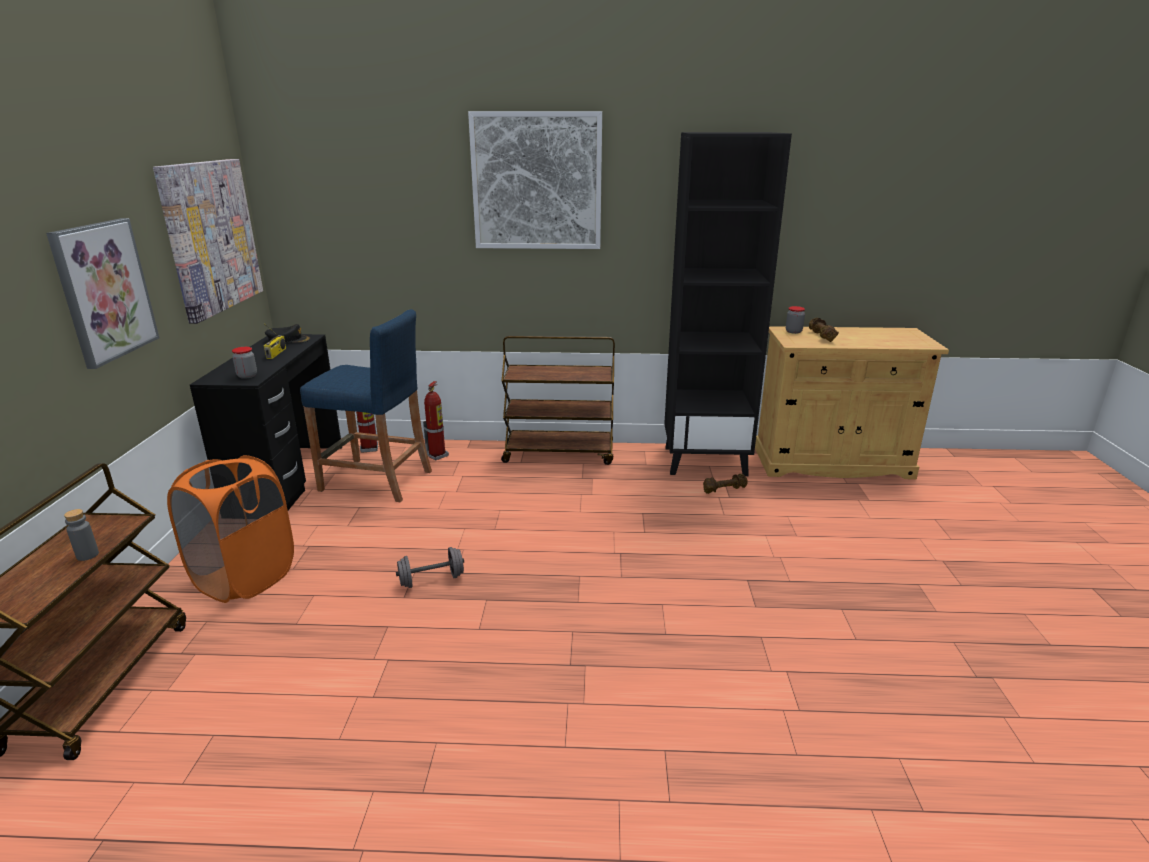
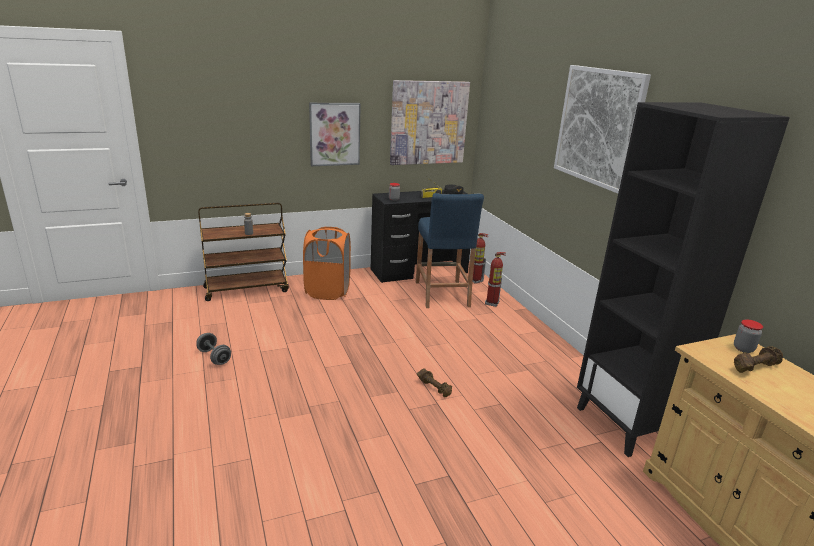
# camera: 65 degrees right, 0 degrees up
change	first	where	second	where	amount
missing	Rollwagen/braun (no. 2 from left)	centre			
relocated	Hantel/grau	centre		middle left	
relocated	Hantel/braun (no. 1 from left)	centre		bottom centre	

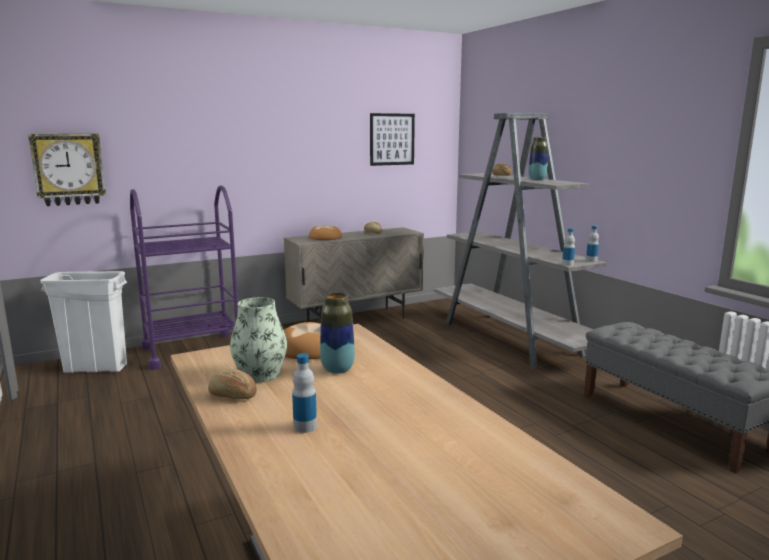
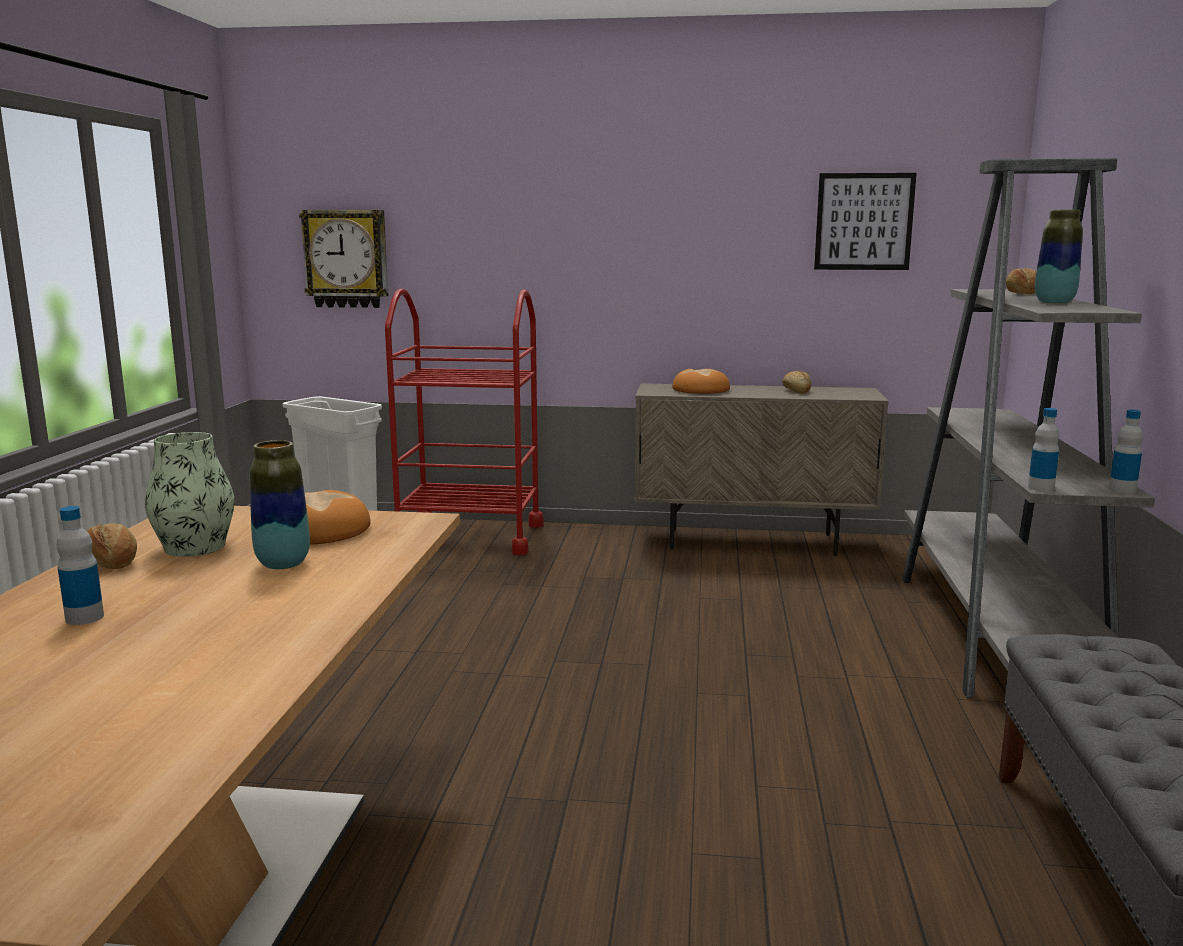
# camera: 35 degrees right, 0 degrees up
change	first	where	second	where	amount
colour	Rollwagen/lila	middle left	Rollwagen/rot	centre	

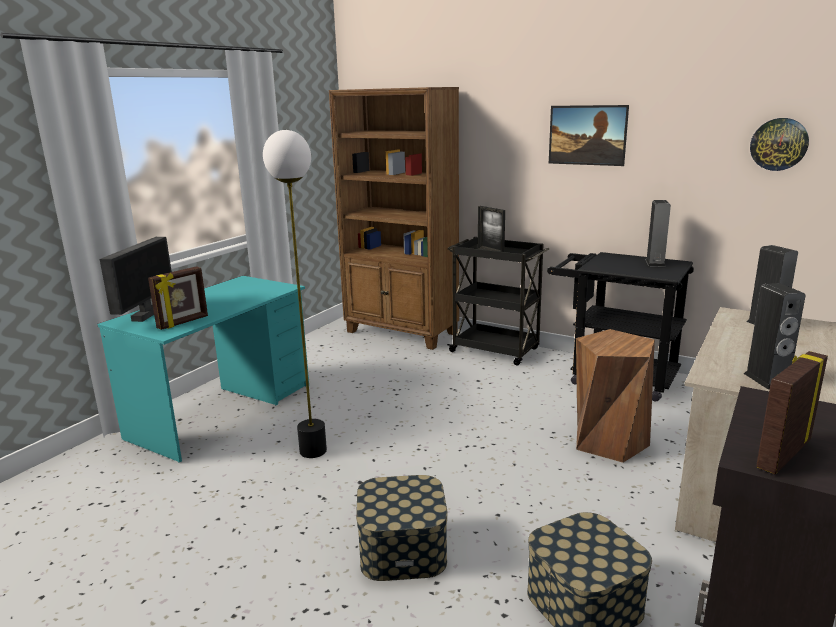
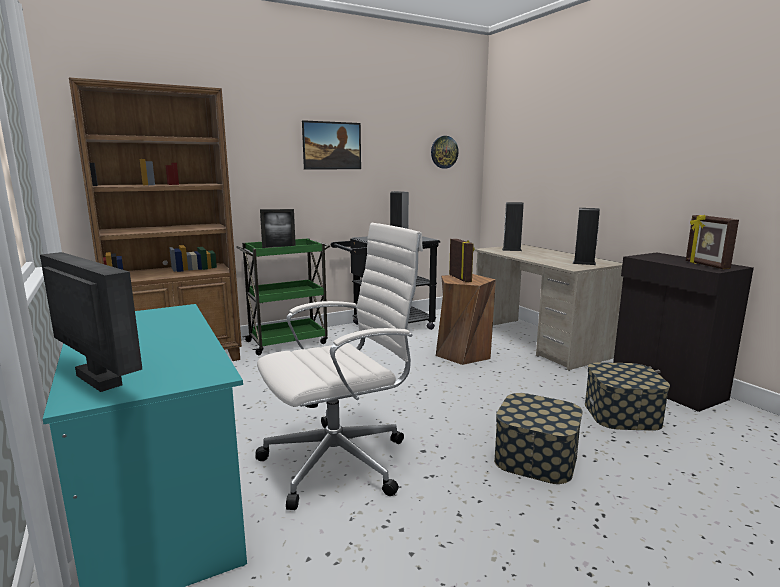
# camera: 60 degrees left, 5 degrees down
change	first	where	second	where	amount
relocated	Bilderrahmen (no. 1 from left in the first image)	middle left	Bilderrahmen (no. 2 from left)	centre	
exchanged	Stehlampe	centre	Bürostuhl/weiß	centre	
colour	Rollwagen/schwarz (no. 1 from left)	centre	Rollwagen/grün	centre	

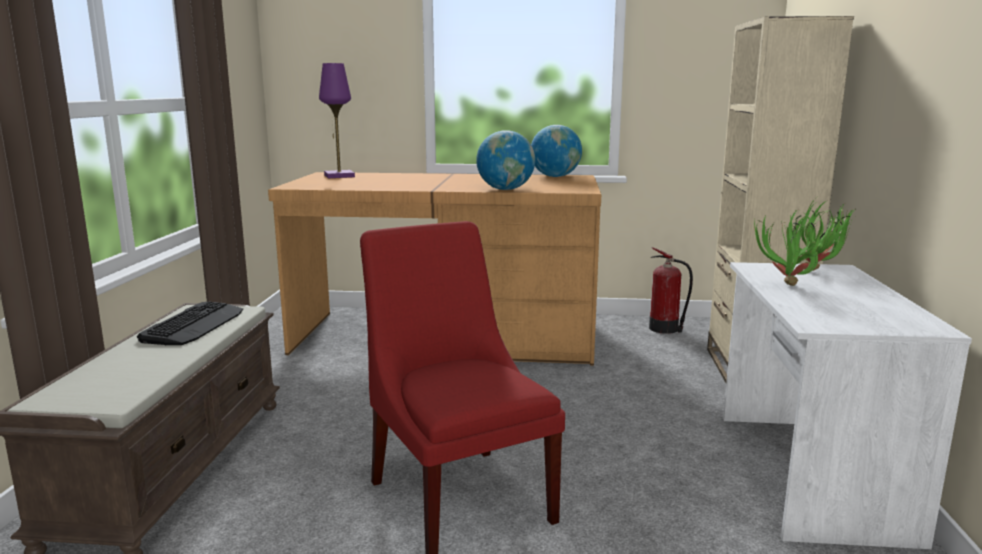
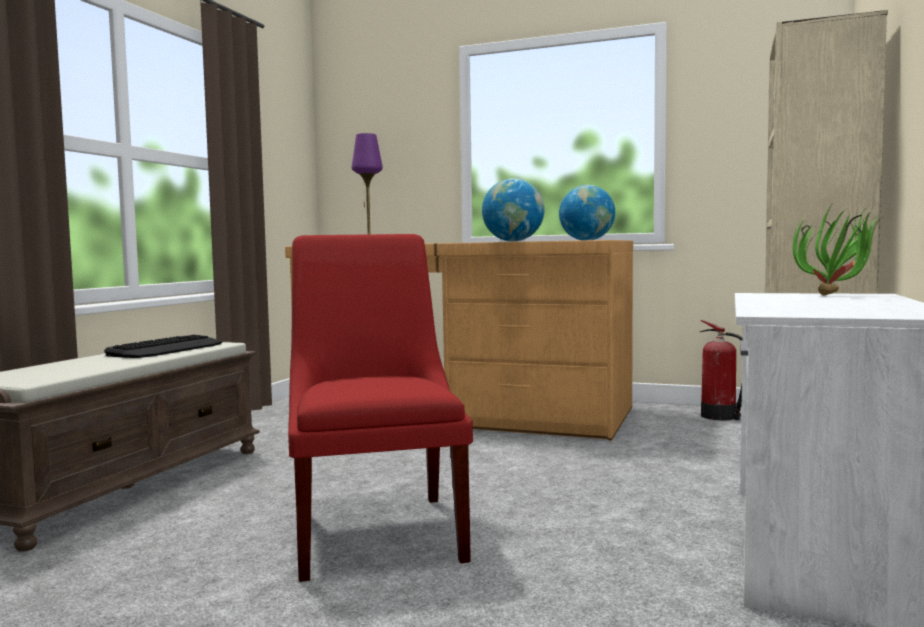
# camera: 15 degrees right, 10 degrees down
change	first	where	second	where	amount
missing	Topfpflanze (no. 1 from left)	middle right			

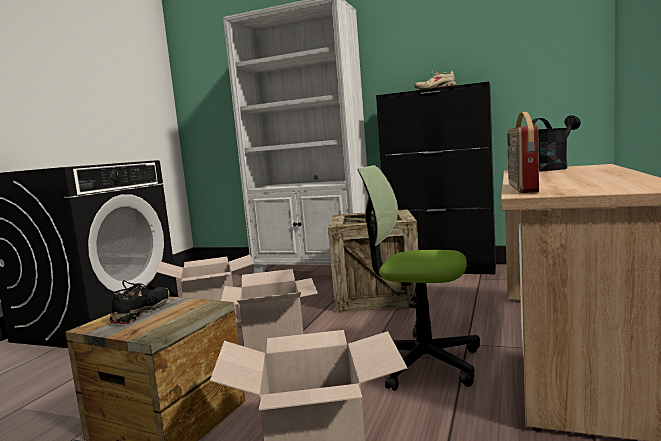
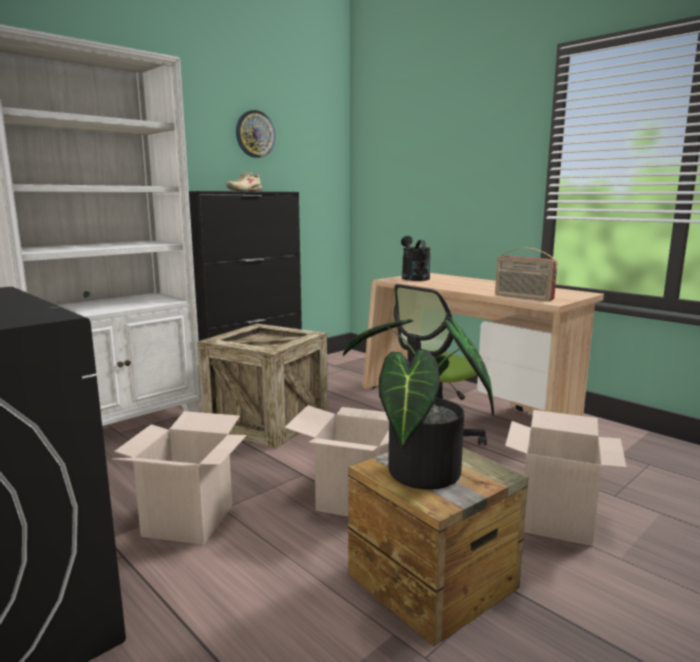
# camera: 65 degrees left, 5 degrees up
change	first	where	second	where	amount
appeared			Wanduhr	top centre	
exchanged	Schuh/schwarz	bottom left	Topfpflanze	centre	

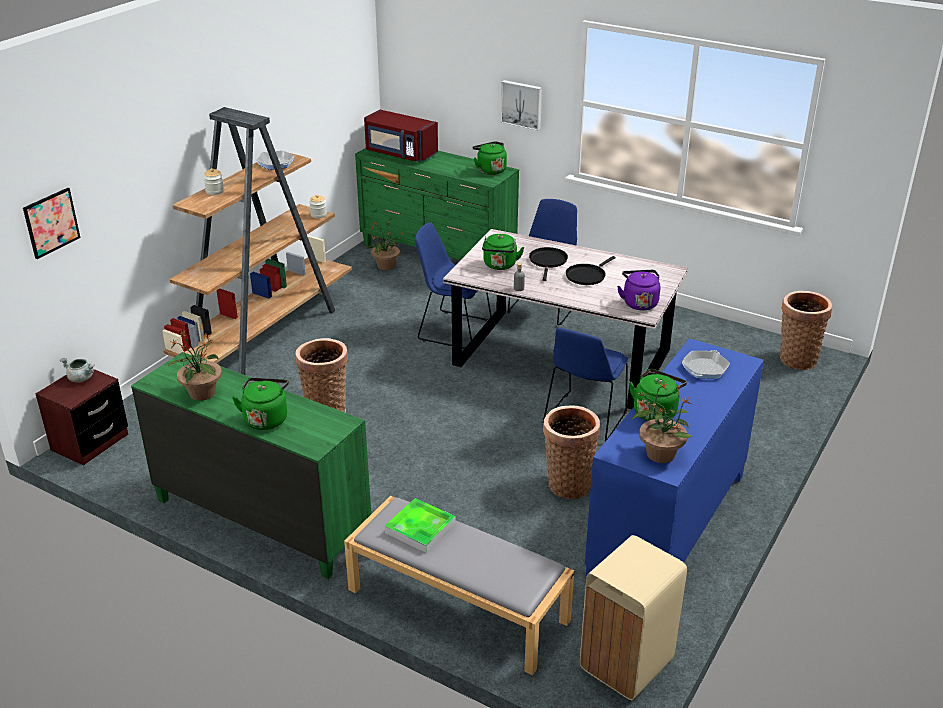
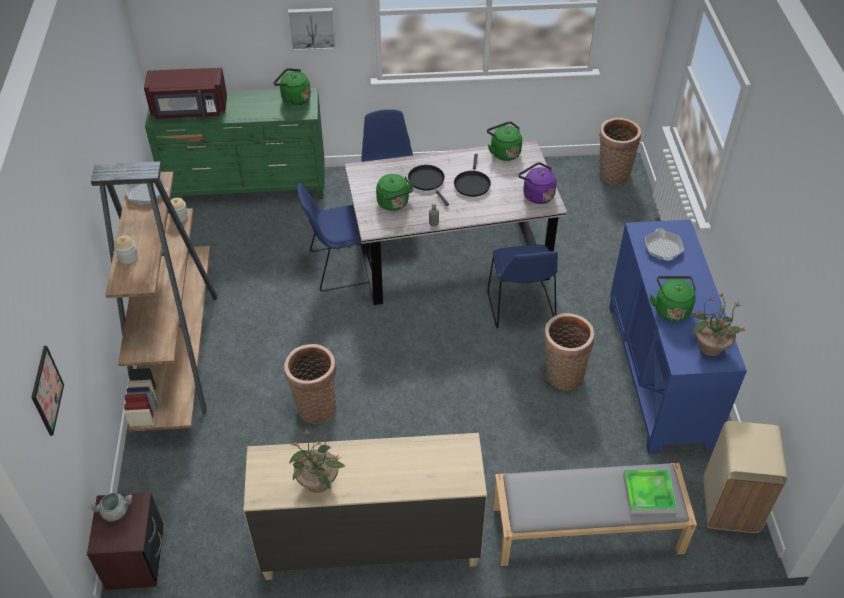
# camera: 35 degrees left, 15 degrees up
change	first	where	second	where	amount
missing	Topfpflanze (no. 2 from left)	centre			
relocated	Wasserkessel/grün (no. 1 from left in the first image)	middle left	Wasserkessel/grün (no. 3 from left)	top centre	
relocated	Tablett	bottom centre		bottom right	
colour	Kommode/grün (no. 1 from left)	middle left	Kommode/beige	bottom centre	

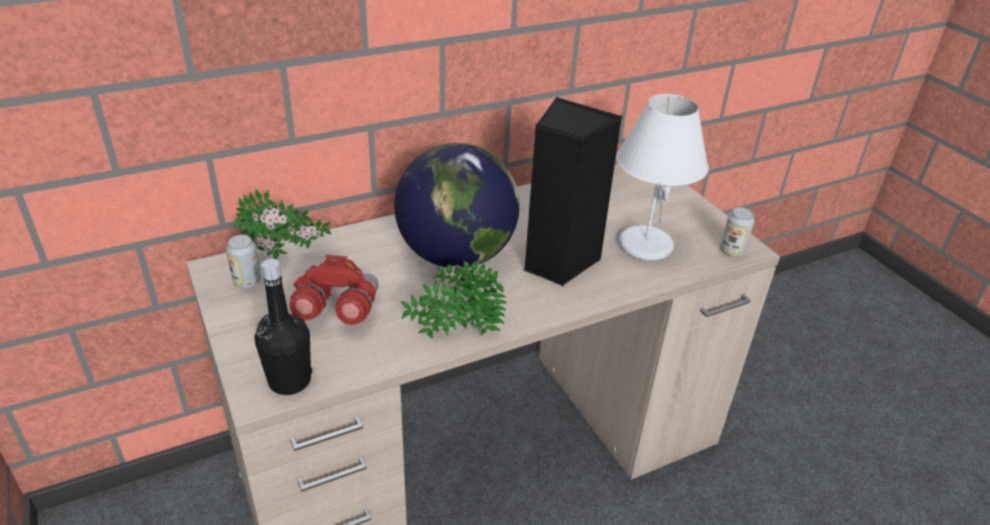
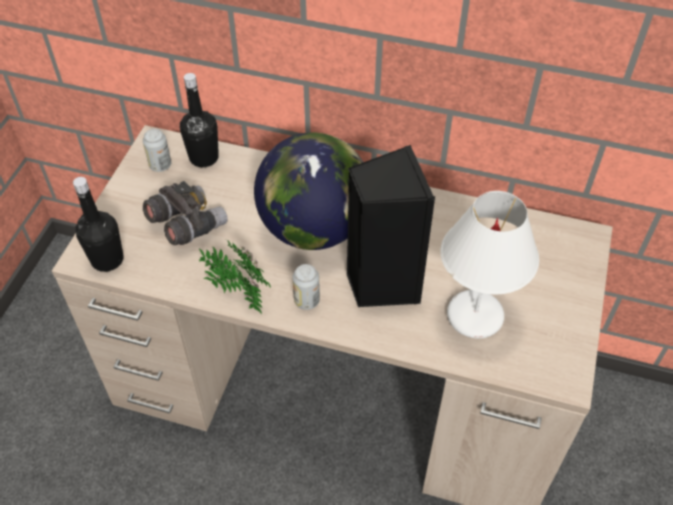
# camera: 45 degrees right, 15 degrees up
change	first	where	second	where	amount
relocated	Dose (no. 2 from left)	middle right		centre	
exchanged	Topfpflanze (no. 1 from left)	middle left	Flasche/schwarz (no. 2 from left)	top left	
colour	Fernglas/rot	centre	Fernglas/grau	middle left	

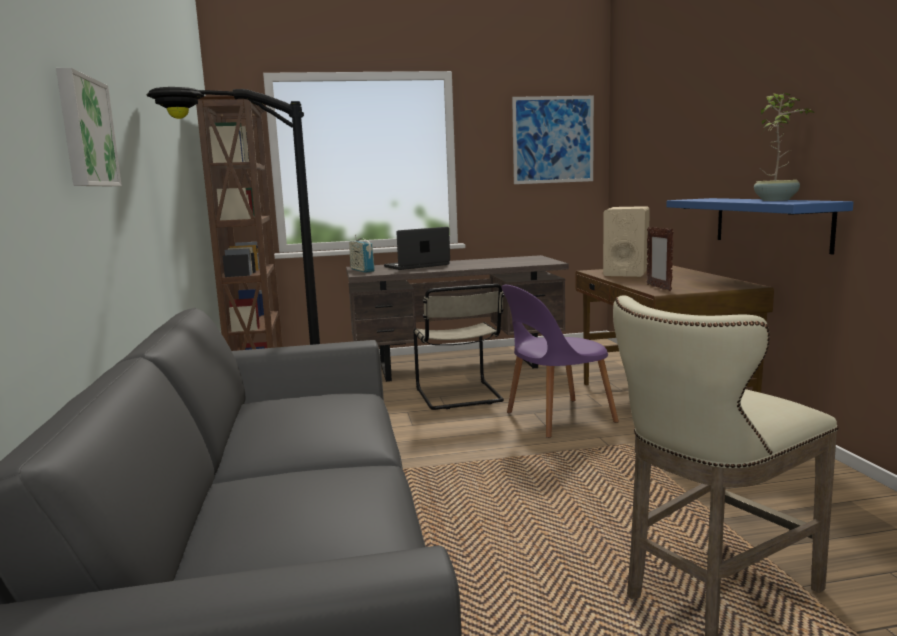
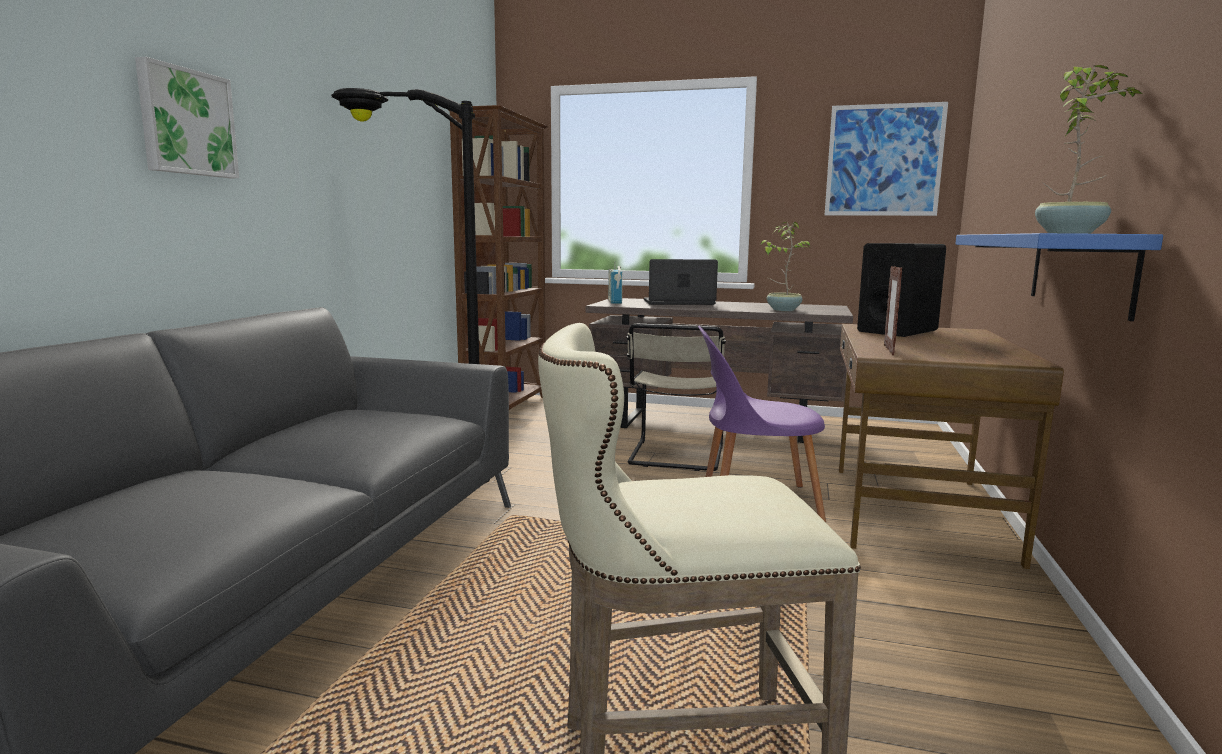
# camera: 25 degrees right, 0 degrees up
change	first	where	second	where	amount
appeared			Topfpflanze (no. 1 from left)	centre	
colour	Lautsprecher/beige	middle right	Lautsprecher/schwarz	middle right	

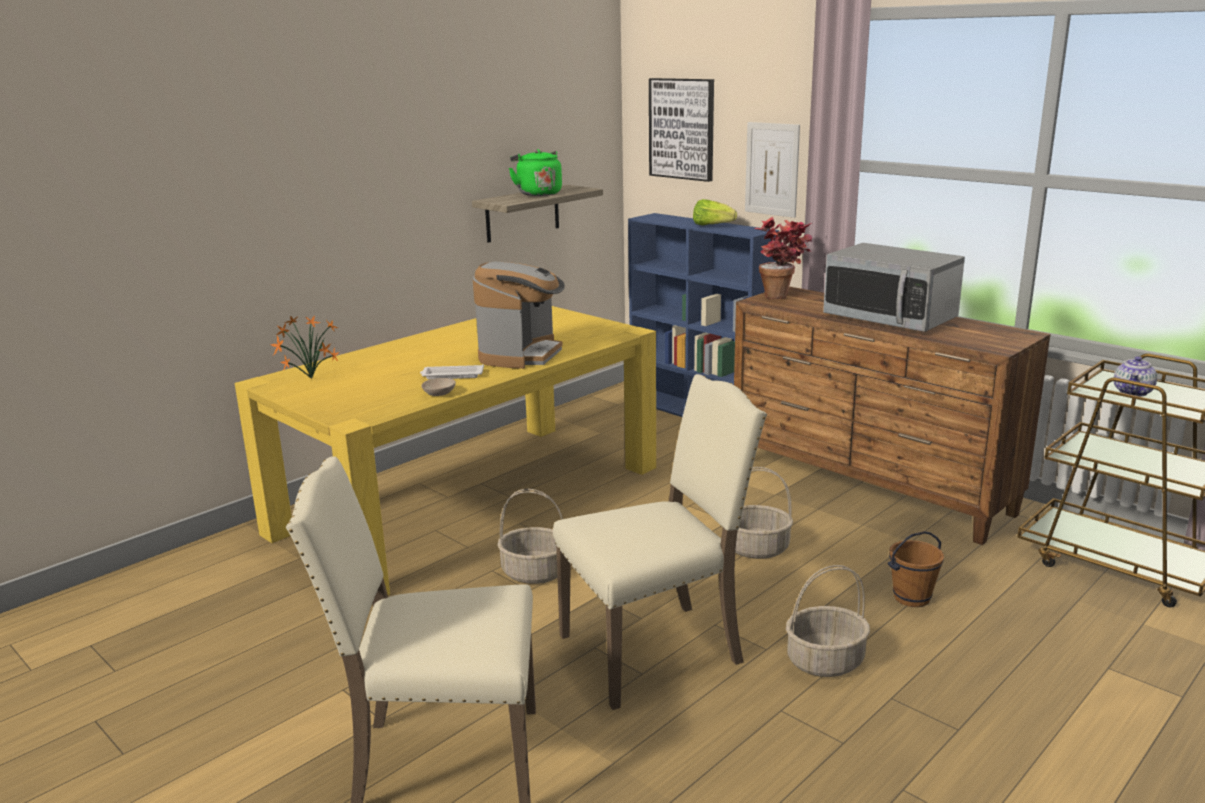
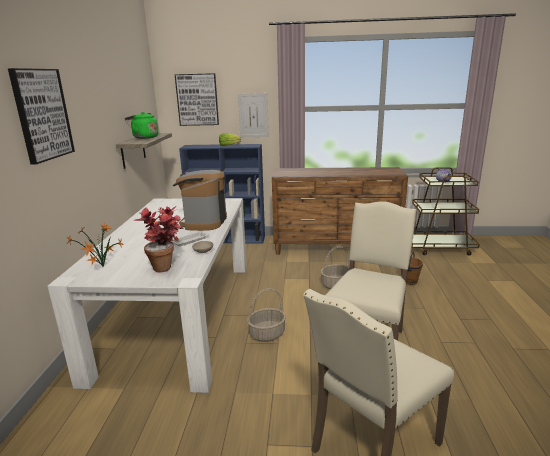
# camera: 40 degrees left, 0 degrees up
change	first	where	second	where	amount
missing	Korb (no. 3 from left)	bottom right			
missing	Mikrowelle	middle right			
appeared			Bild (no. 1 from left)	top left	
relocated	Topfpflanze (no. 2 from left)	top centre		middle left	
colour	Esstisch/gelb	centre	Esstisch/weiß	middle left	
spun	Kaffeemaschine	centre		centre	150 degrees counterclockwise

